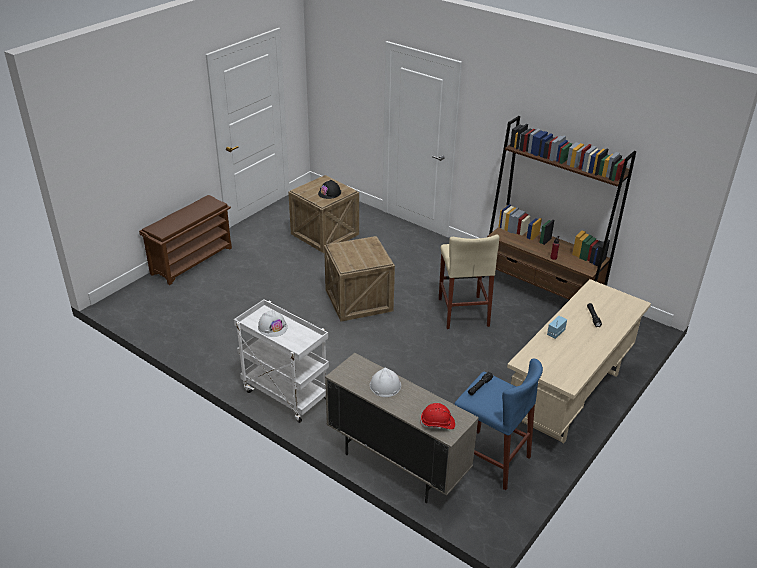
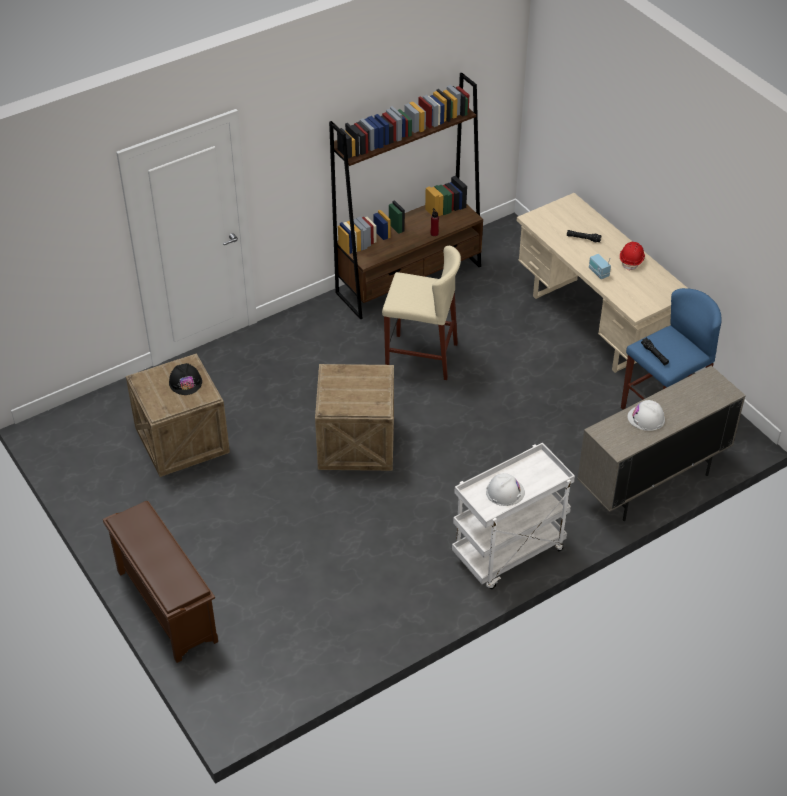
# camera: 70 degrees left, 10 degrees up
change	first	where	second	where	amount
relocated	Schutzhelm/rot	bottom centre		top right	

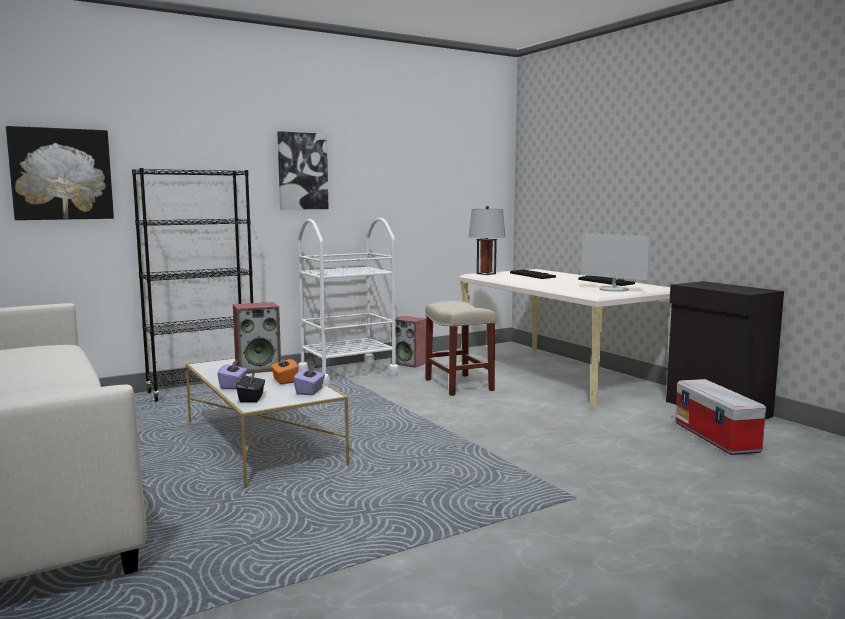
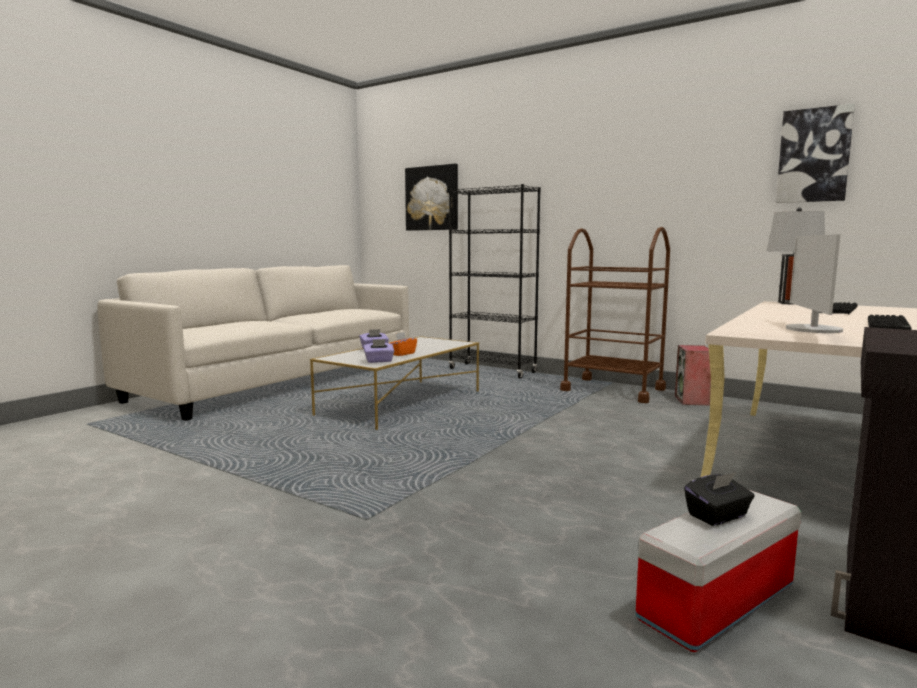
# camera: 65 degrees right, 0 degrees up
change	first	where	second	where	amount
missing	Lautsprecher (no. 1 from left)	middle left			
missing	Hocker/beige	centre			
relocated	Taschentuchbox/schwarz	middle left		bottom right	
relocated	Bild (no. 2 from left)	top centre		top right	
colour	Rollwagen/weiß	centre	Rollwagen/braun	middle right	

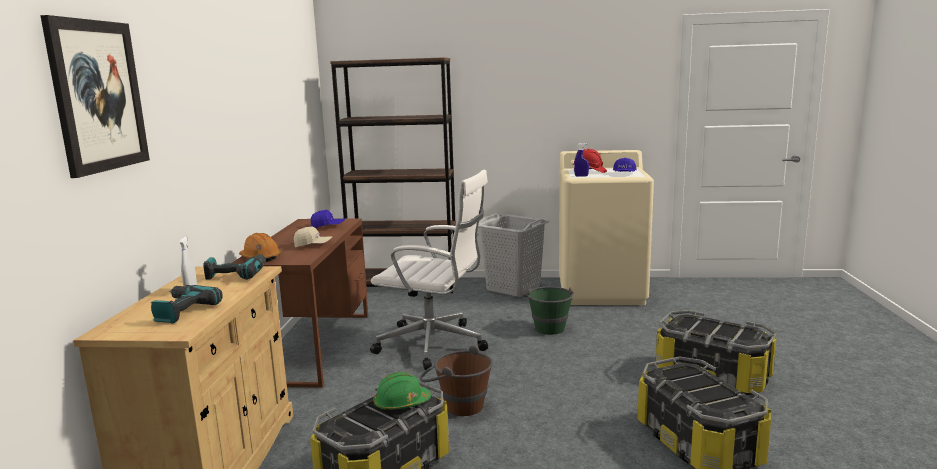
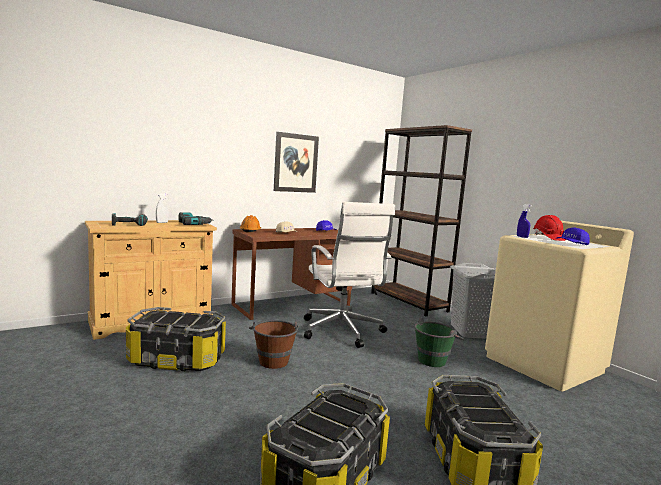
# camera: 50 degrees right, 5 degrees down
change	first	where	second	where	amount
missing	Schutzhelm/grün	bottom centre			
relocated	Bild	top left		centre	

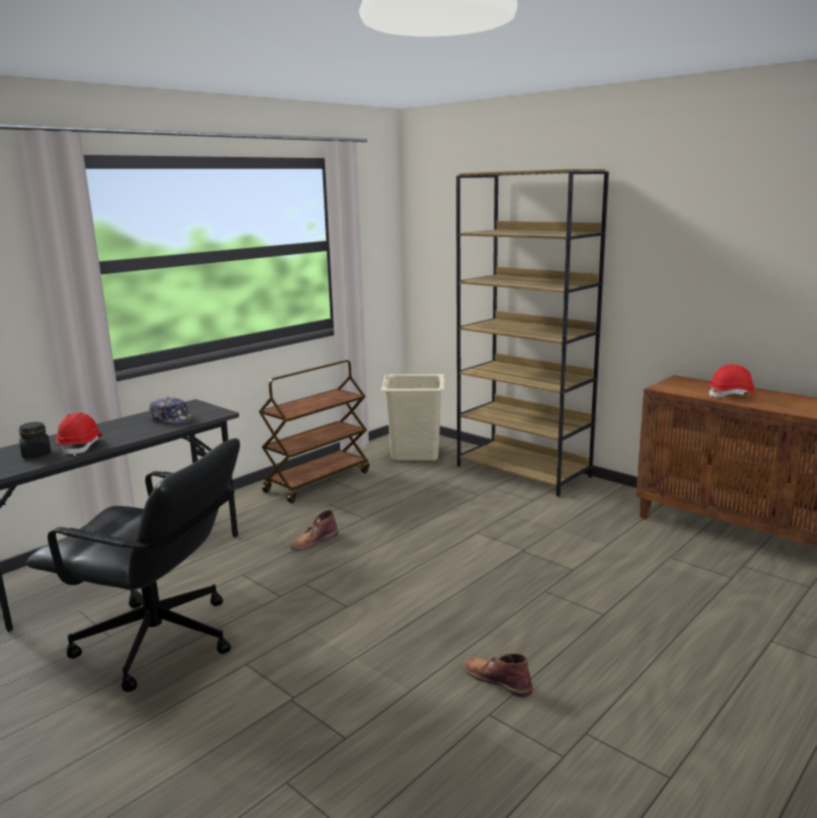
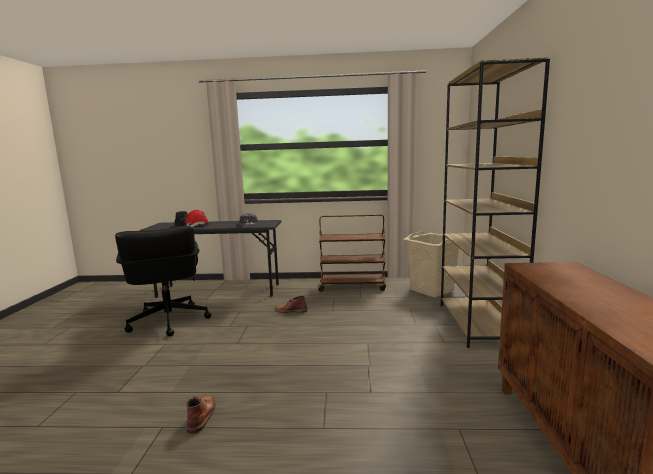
# camera: 50 degrees right, 5 degrees down
change	first	where	second	where	amount
missing	Schutzhelm/rot (no. 2 from left)	middle right			

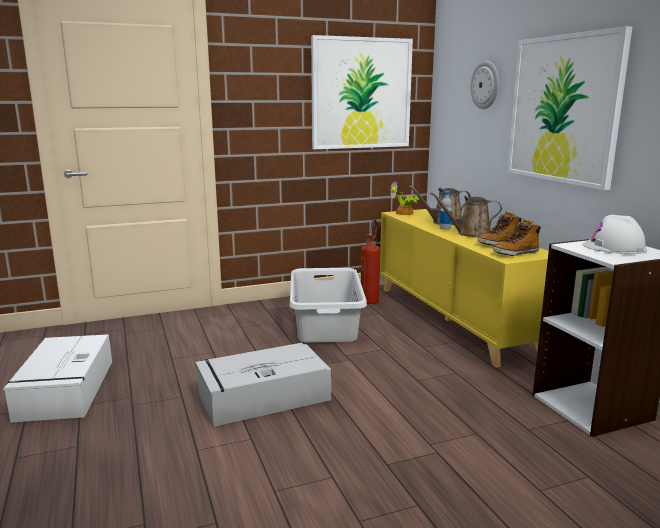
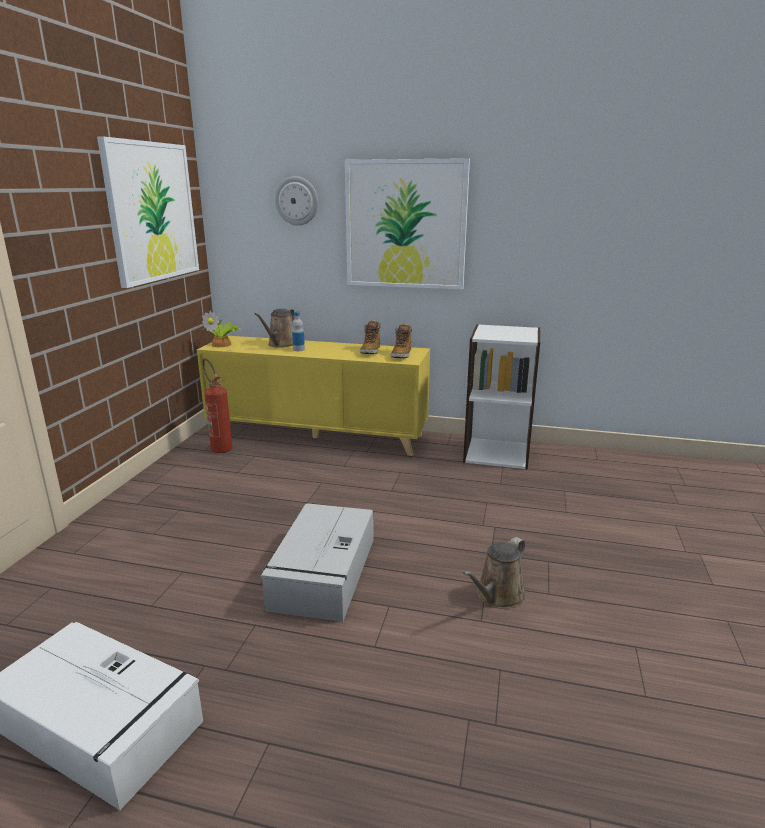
# camera: 55 degrees left, 5 degrees up
change	first	where	second	where	amount
missing	Wäschekorb/grau	centre			
missing	Schutzhelm/weiß	middle right			
relocated	Gießkanne/braun (no. 2 from left)	middle right		bottom centre	

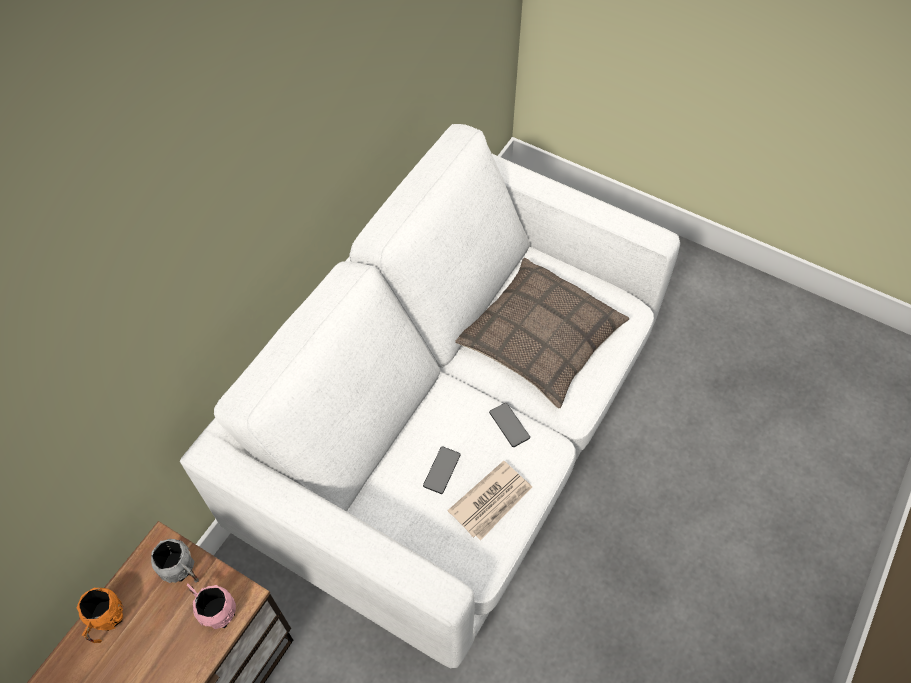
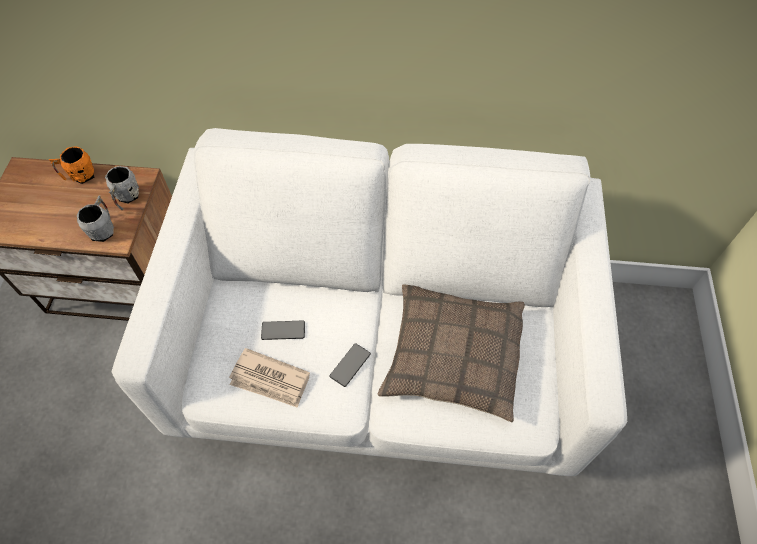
# camera: 65 degrees right, 0 degrees up
change	first	where	second	where	amount
colour	Henkelbecher/rosa	bottom left	Henkelbecher/grau (no. 1 from left)	middle left	

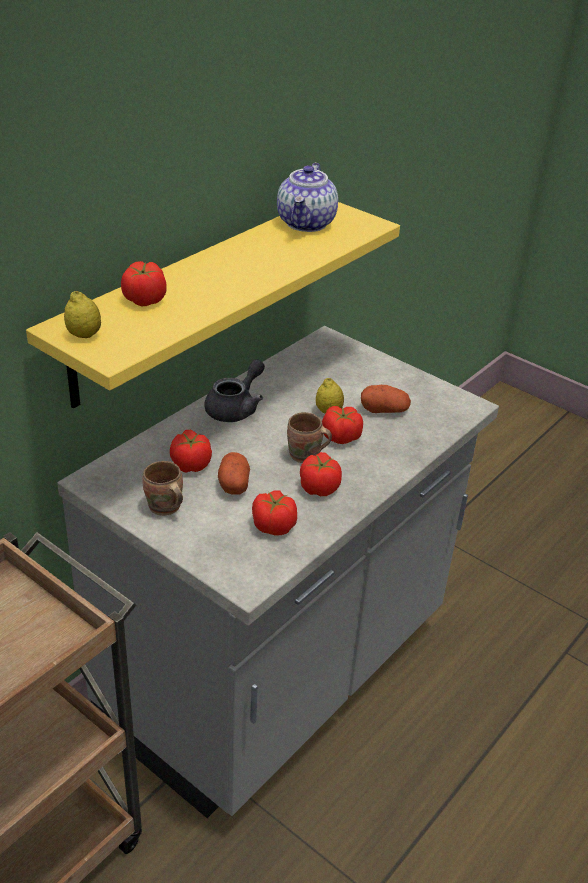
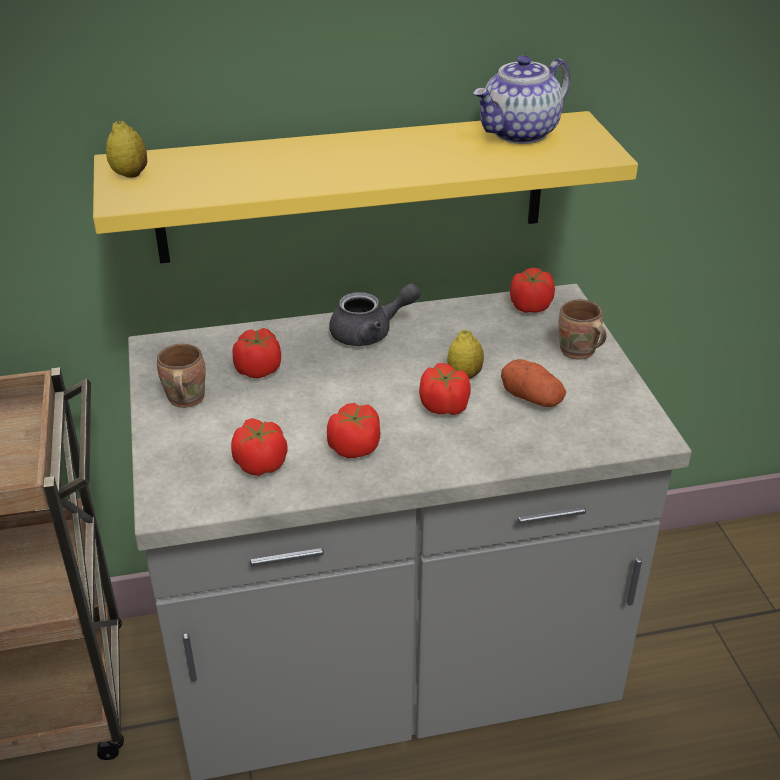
# camera: 40 degrees right, 0 degrees up
change	first	where	second	where	amount
missing	Kartoffel (no. 1 from left)	centre			
relocated	Tomate (no. 1 from left in the first image)	top left	Tomate (no. 5 from left)	middle right	
relocated	Henkelbecher/braun (no. 2 from left)	centre		middle right	

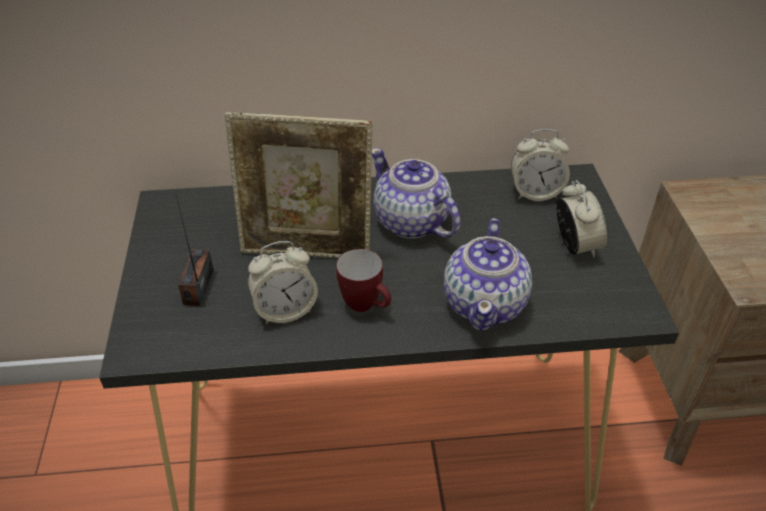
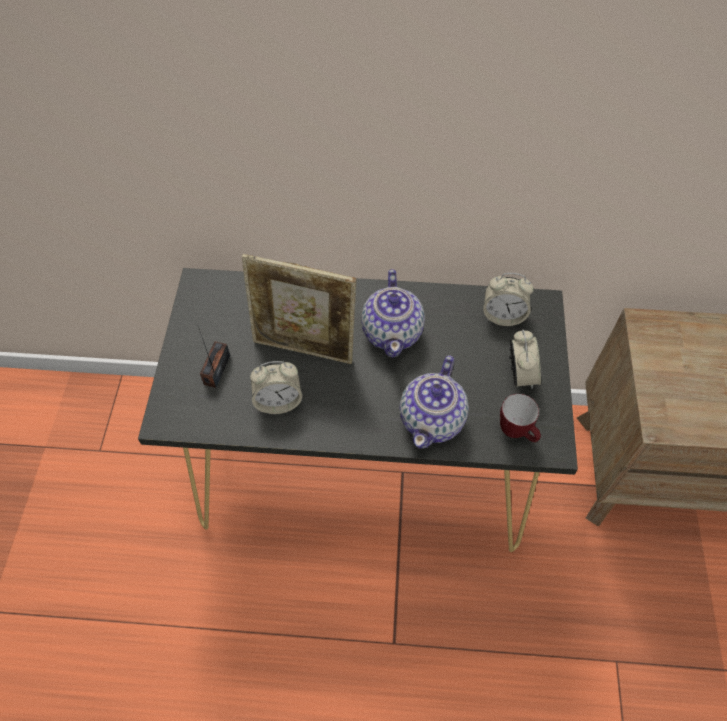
# camera: 10 degrees right, 15 degrees up
change	first	where	second	where	amount
relocated	Henkelbecher	centre		middle right	
spun	Teekanne (no. 1 from left)	centre		centre	150 degrees counterclockwise

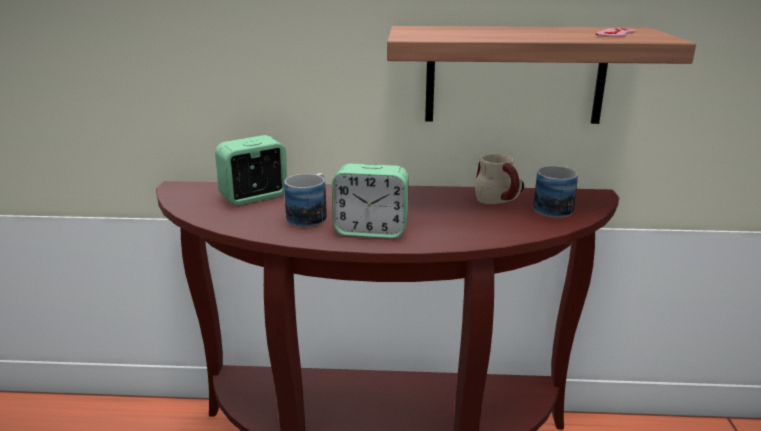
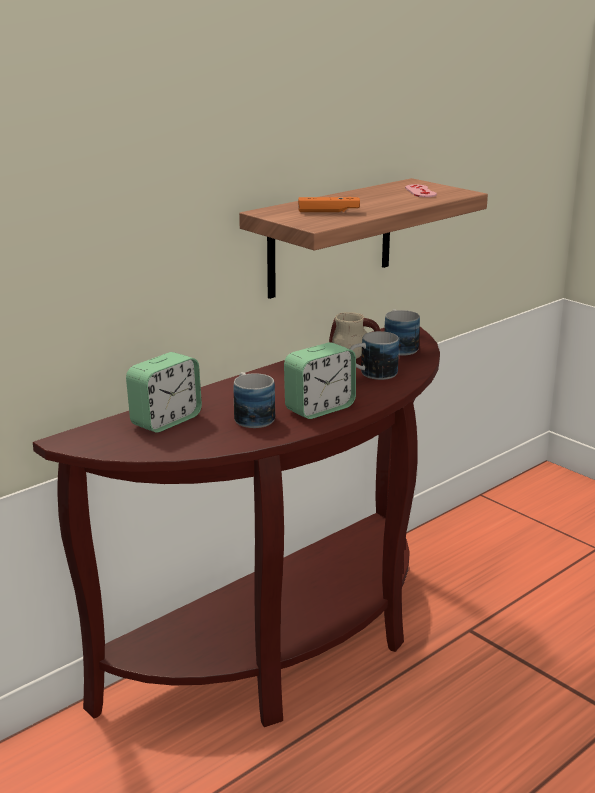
# camera: 45 degrees left, 0 degrees up
change	first	where	second	where	amount
appeared			Gamepad/orange	top centre	
appeared			Henkelbecher (no. 3 from left)	centre	
spun	Wecker (no. 1 from left)	middle left		middle left	150 degrees counterclockwise

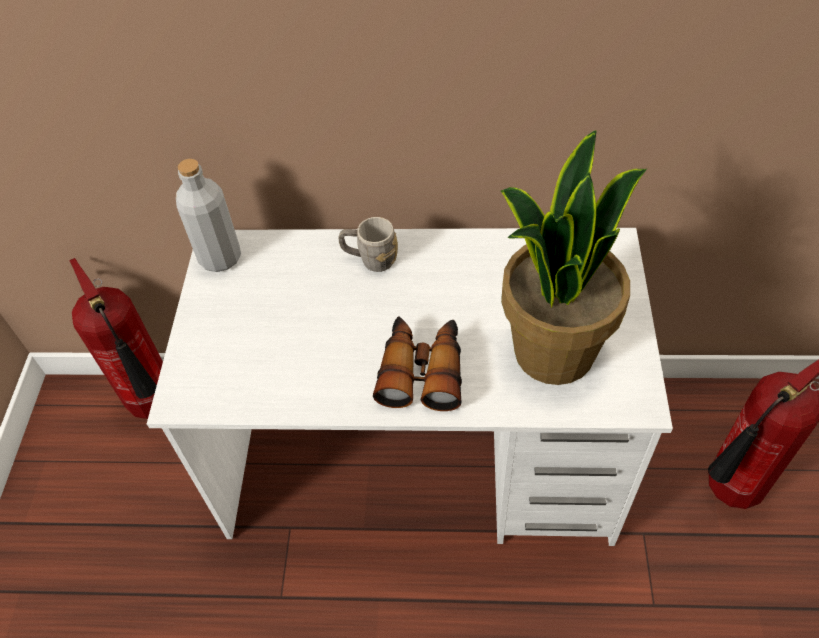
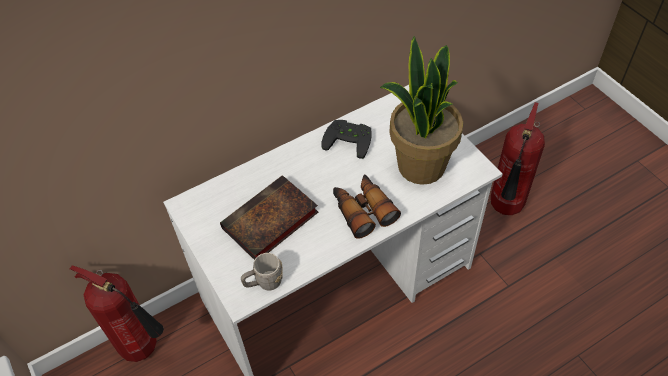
# camera: 35 degrees left, 0 degrees up
change	first	where	second	where	amount
missing	Flasche/grau	middle left			
appeared			Buch	centre	
appeared			Gamepad/schwarz	centre	
relocated	Henkelbecher/grau	centre		bottom centre	

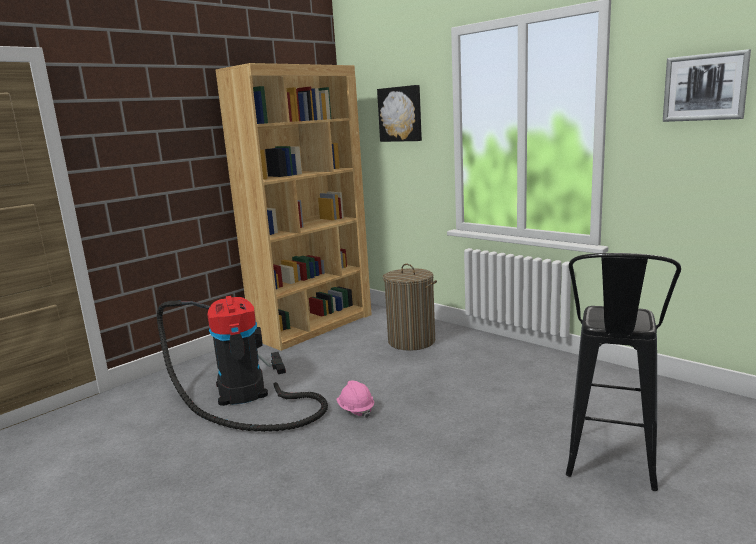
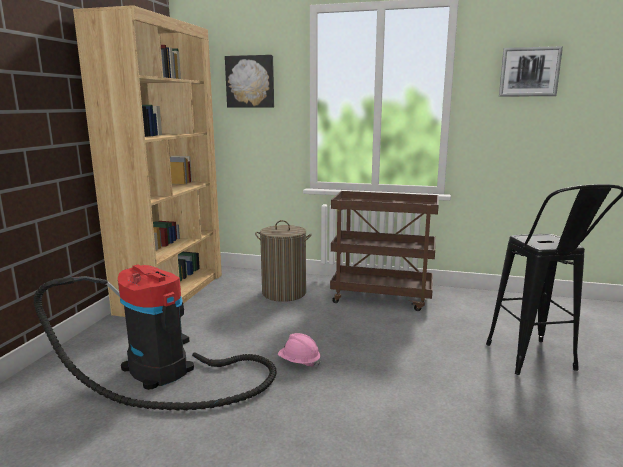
# camera: 30 degrees left, 0 degrees up
change	first	where	second	where	amount
appeared			Rollwagen/braun	centre	

